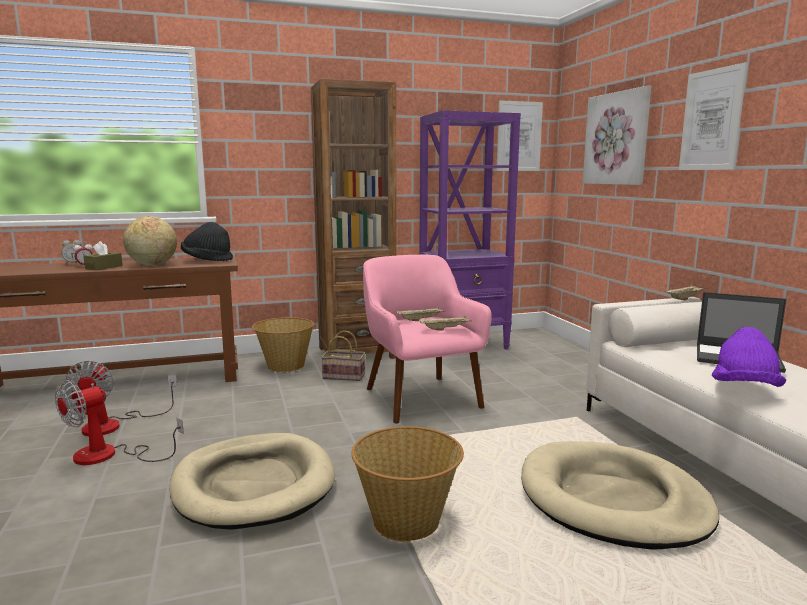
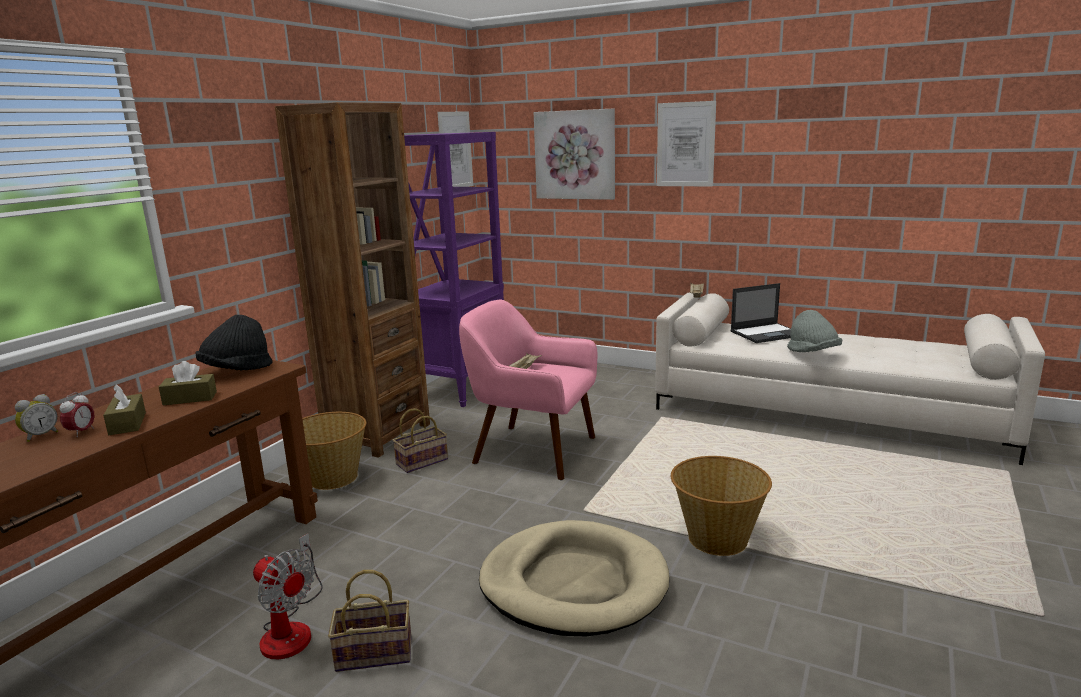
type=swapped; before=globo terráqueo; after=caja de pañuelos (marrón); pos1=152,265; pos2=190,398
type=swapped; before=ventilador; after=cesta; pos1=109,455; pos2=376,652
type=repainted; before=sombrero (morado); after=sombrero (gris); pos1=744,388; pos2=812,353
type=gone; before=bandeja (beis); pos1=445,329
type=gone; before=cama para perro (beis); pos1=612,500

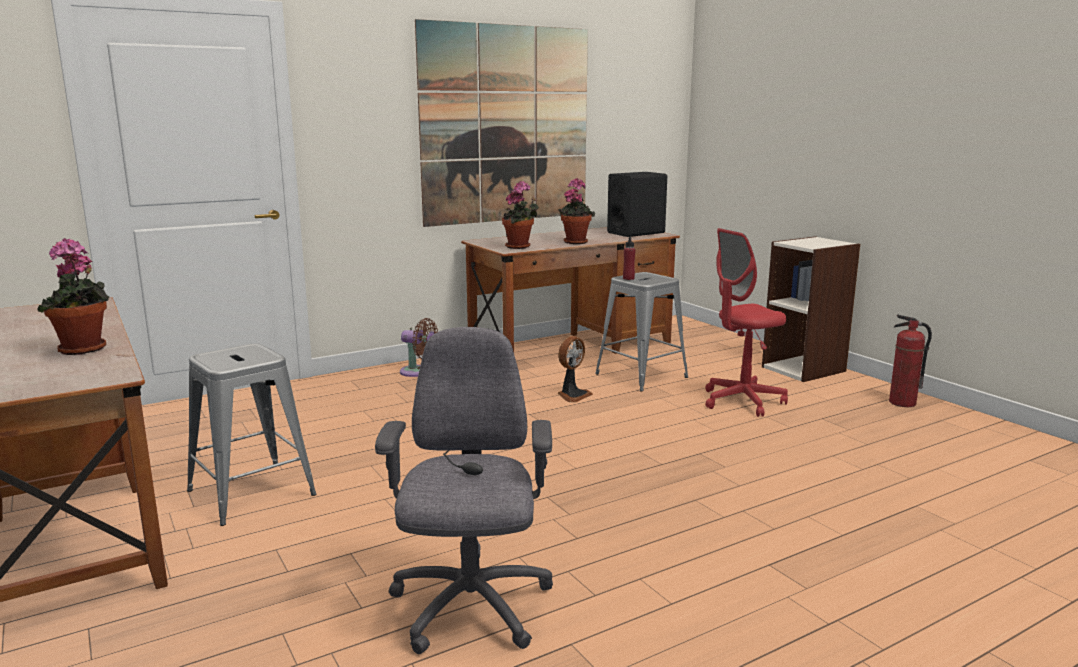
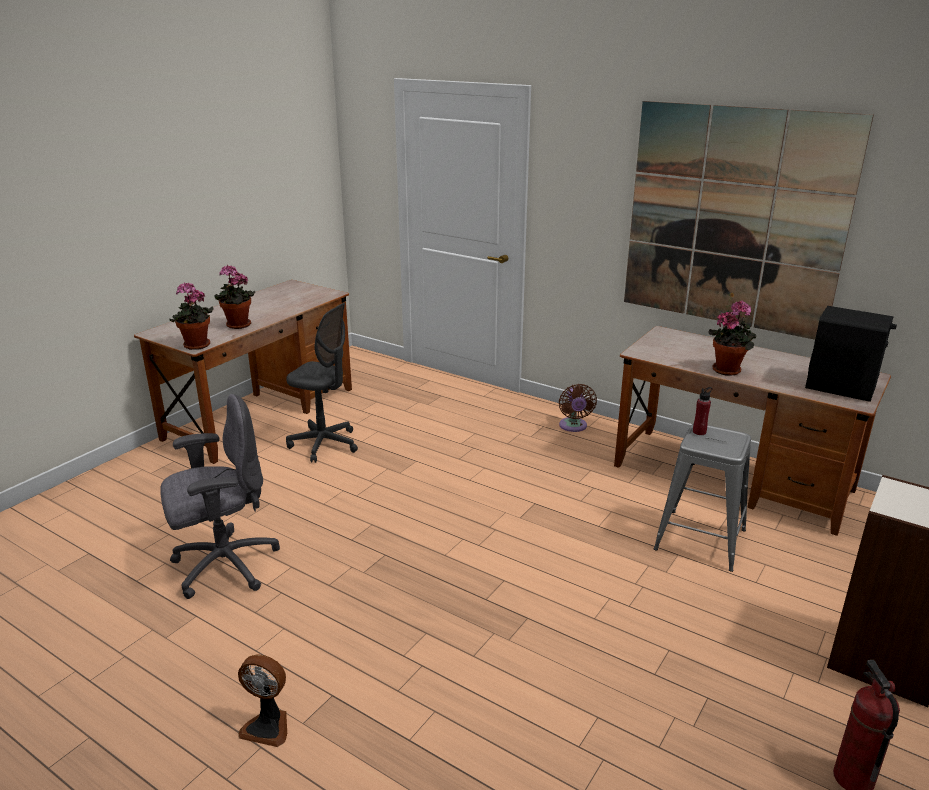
type=shifted; before=planta en maceta; pos1=520,247; pos2=196,346
type=shifted; before=ventilador; pos1=572,395; pos2=268,726
type=swapped; before=taburete (gris); after=silla de oficina (gris); pos1=251,493; pos2=324,444
type=gone; before=silla de oficina (rojo); pos1=742,401

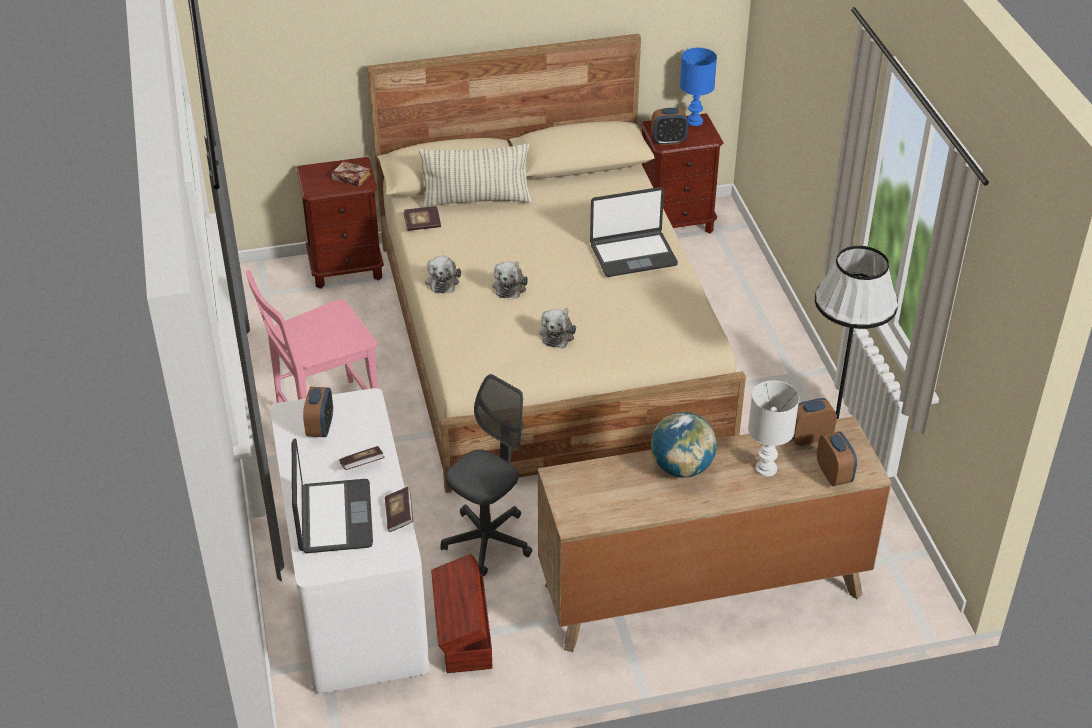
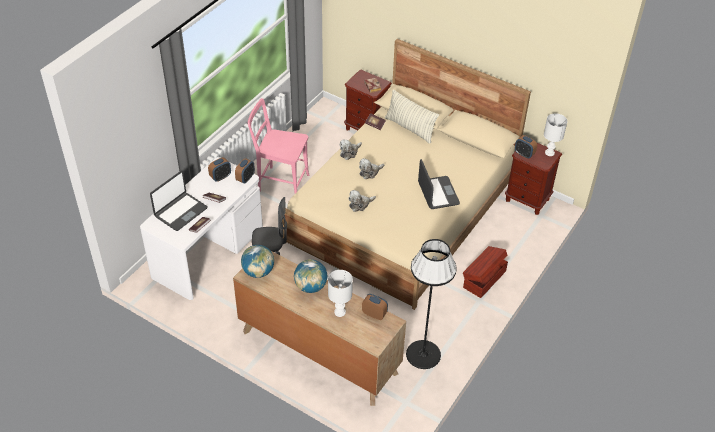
type=shifted; before=despertador; pos1=834,475; pos2=245,178
type=new; after=globo terráqueo; pos2=258,272
type=rotated; before=portátil; pos1=633,254; pos2=437,193; turn=-135
type=shifted; before=caja de almacenaje (marrón); pos1=463,633; pos2=483,279
type=repainted; before=lámpara de mesa (azul); after=lámpara de mesa (blanco); pos1=695,121; pos2=550,153

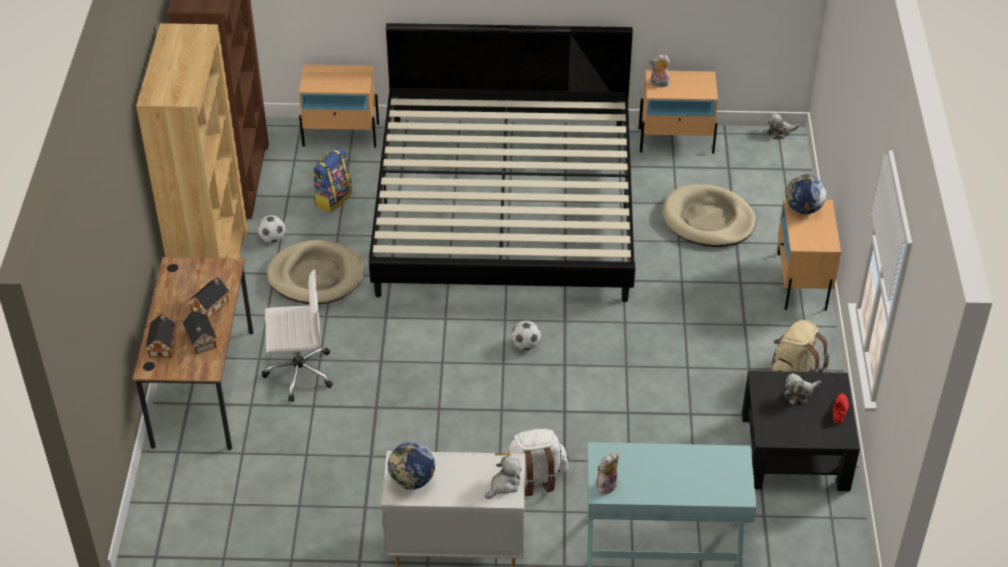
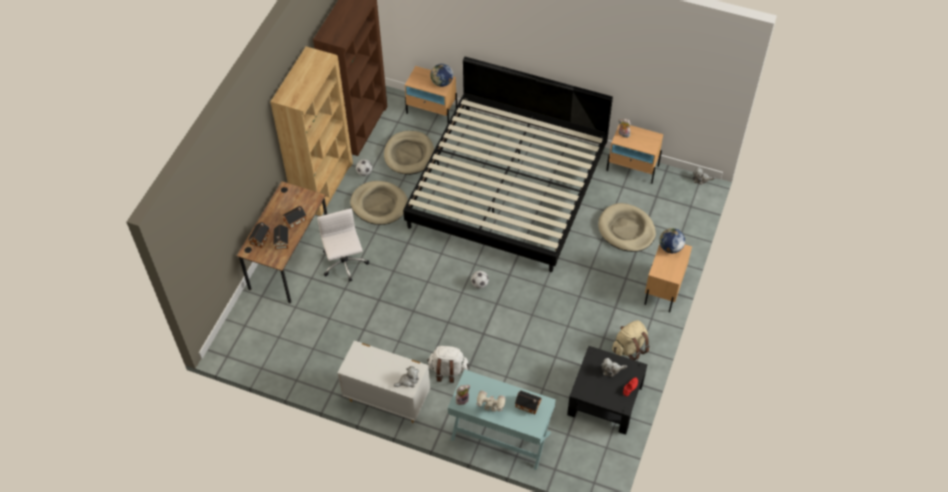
type=rotated; before=silla de oficina (blanco); pos1=298,372; pos2=345,265; turn=-120
type=swapped; before=mochila; after=cama para perro (beis); pos1=332,198; pos2=409,154
type=shifted; before=globo terráqueo; pos1=412,480; pos2=442,83
type=new; after=robot de juguete; pos2=490,409
type=new; after=casita; pos2=528,405

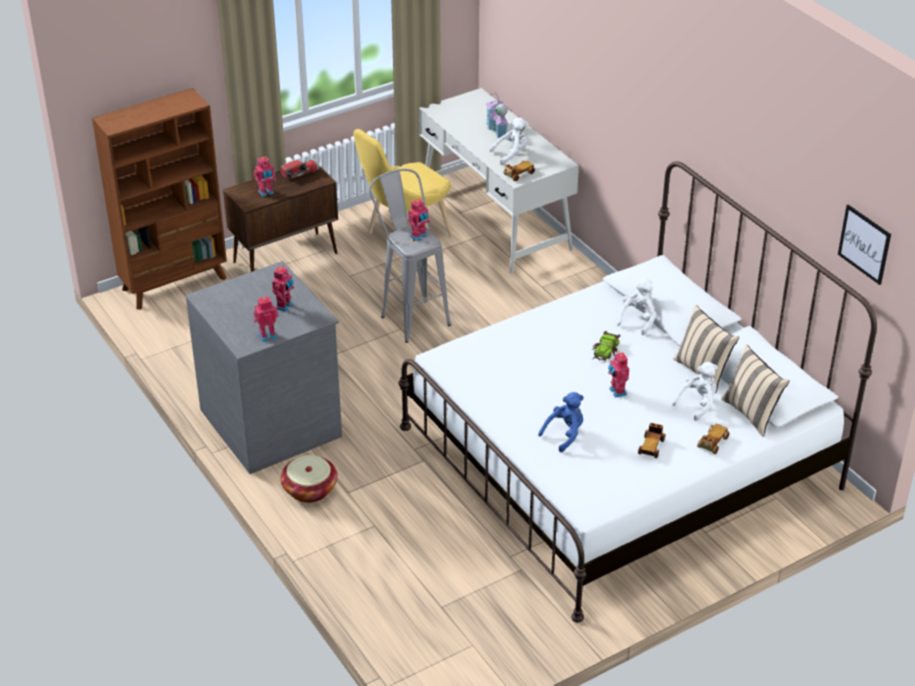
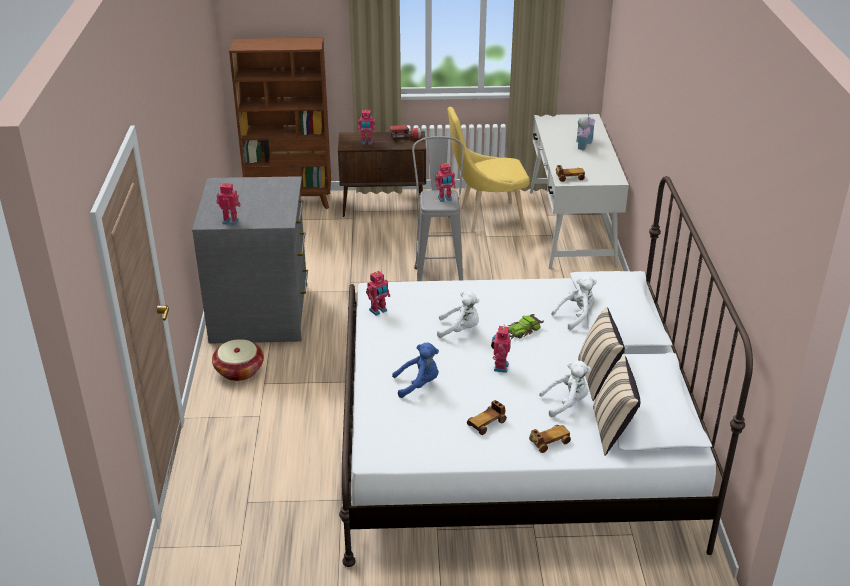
type=shifted; before=robot de juguete; pos1=284,306; pos2=378,311
type=shifted; before=peluche (blanco); pos1=511,154; pos2=460,330
type=gone; before=cuadro; pos1=864,244

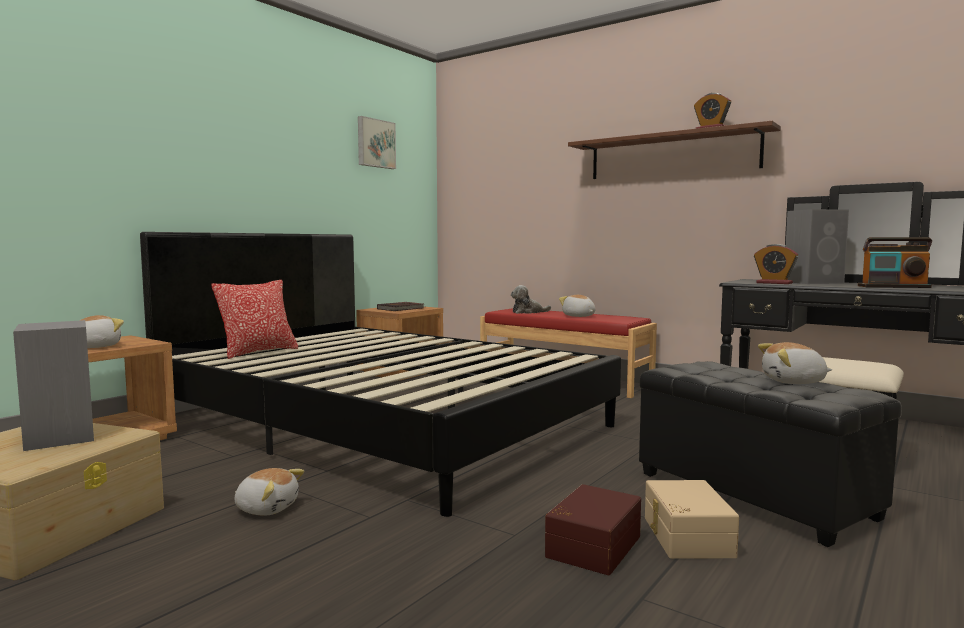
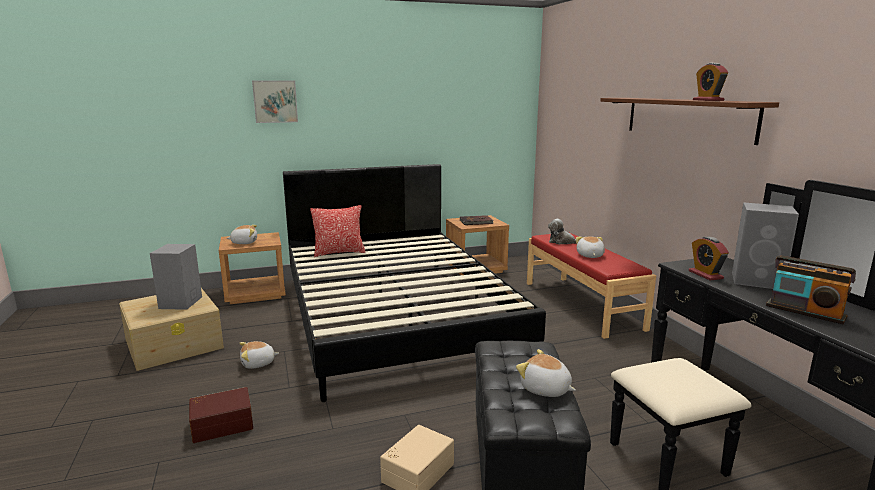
type=shifted; before=caja de almacenaje (marrón); pos1=591,546; pos2=222,424
type=rotated; before=peluche; pos1=267,508; pos2=258,363; turn=105
type=shifted; before=cuadro; pos1=375,143; pos2=275,101

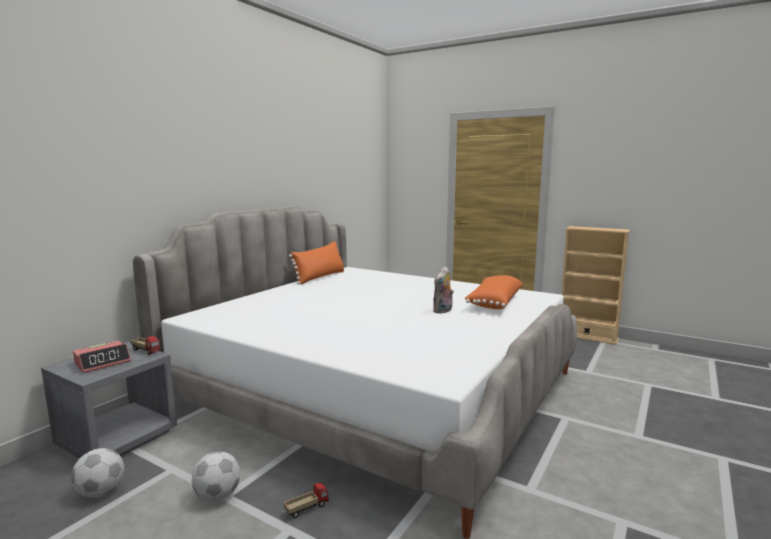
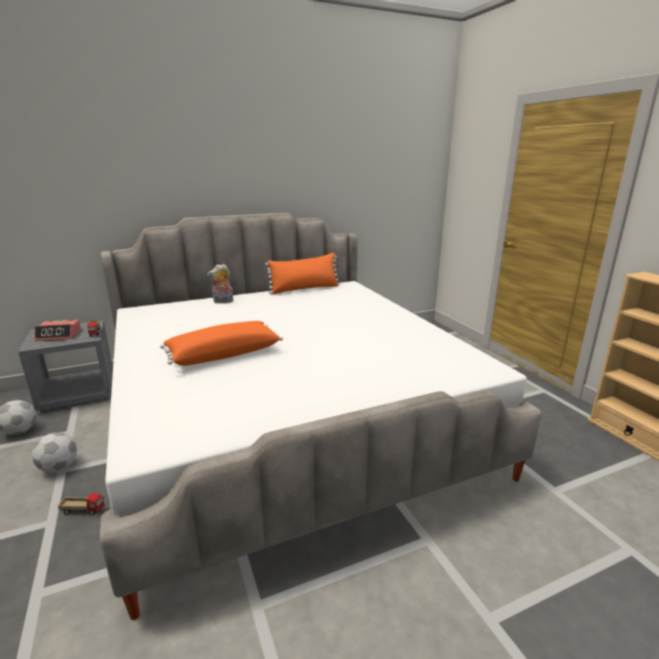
type=shifted; before=cojín (naranja); pos1=493,302; pos2=223,354
type=shifted; before=peluche; pos1=443,311; pos2=223,302

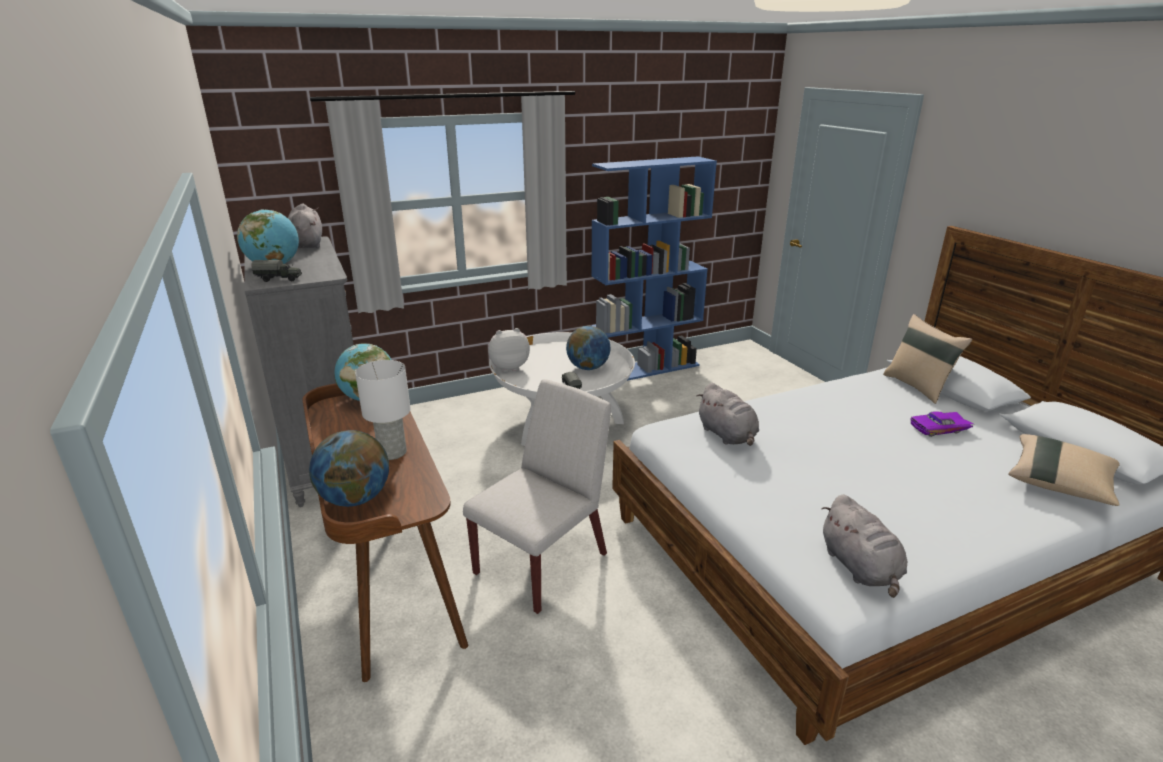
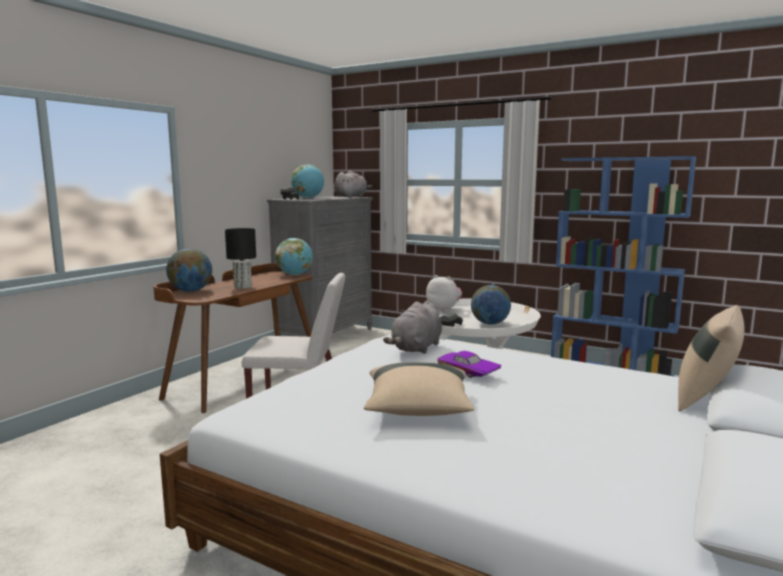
type=repainted; before=lámpara de mesa (blanco); after=lámpara de mesa (negro); pos1=391,452; pos2=242,287
type=shifted; before=cojín (beis); pos1=1059,483; pos2=418,409
type=shifted; before=coche de juguete (morado); pos1=940,429; pos2=467,372
type=gone; before=peluche (gris); pos1=860,568

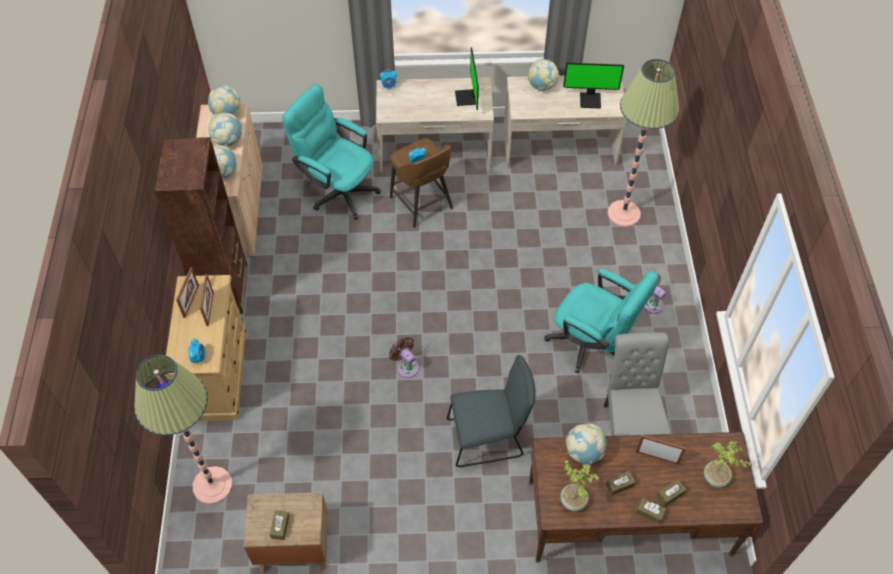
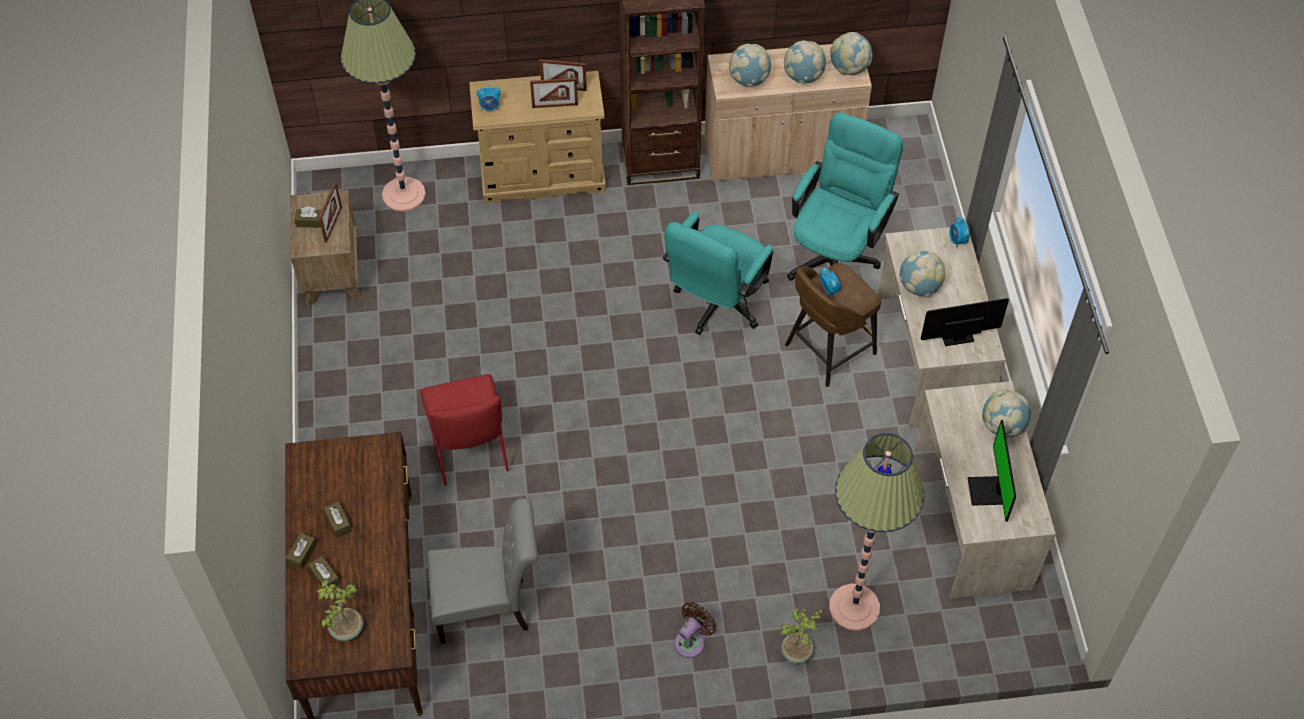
type=shifted; before=portarretratos; pos1=657,457; pos2=333,224
type=repainted; before=silla (gris); after=silla (rojo); pos1=488,437; pos2=469,450
type=shifted; before=silla de oficina (turquesa); pos1=592,345; pos2=716,305
type=shifted; before=planta en maceta; pos1=574,500; pos2=797,653
type=shifted; before=globo terráqueo; pos1=584,452; pos2=919,287
type=gone; before=ventilador (marrón); pos1=406,366

